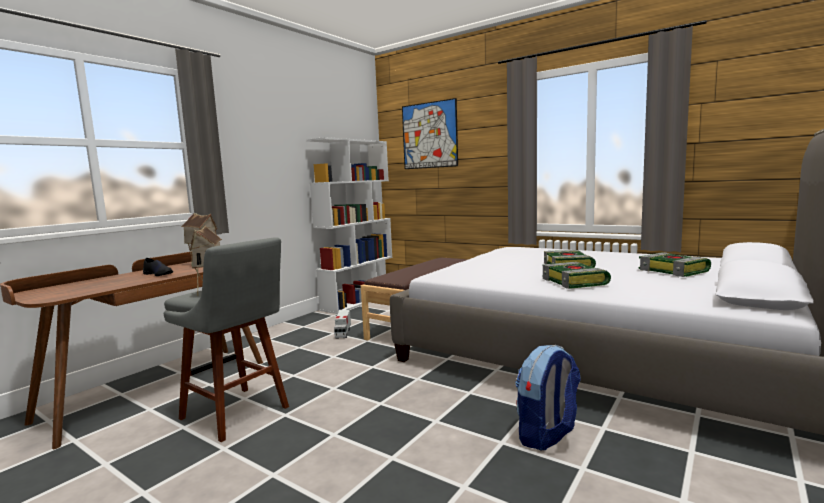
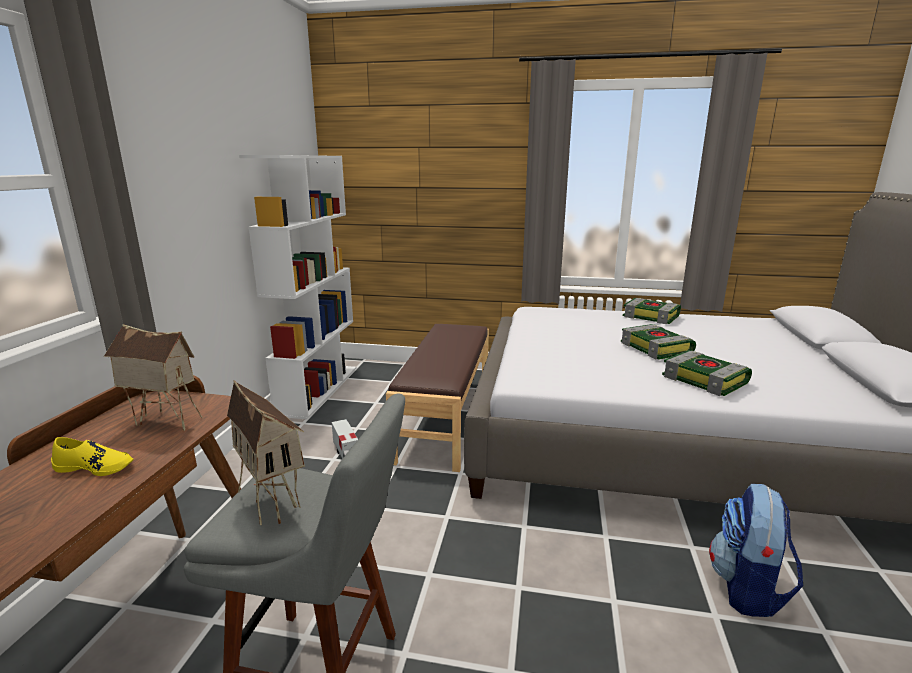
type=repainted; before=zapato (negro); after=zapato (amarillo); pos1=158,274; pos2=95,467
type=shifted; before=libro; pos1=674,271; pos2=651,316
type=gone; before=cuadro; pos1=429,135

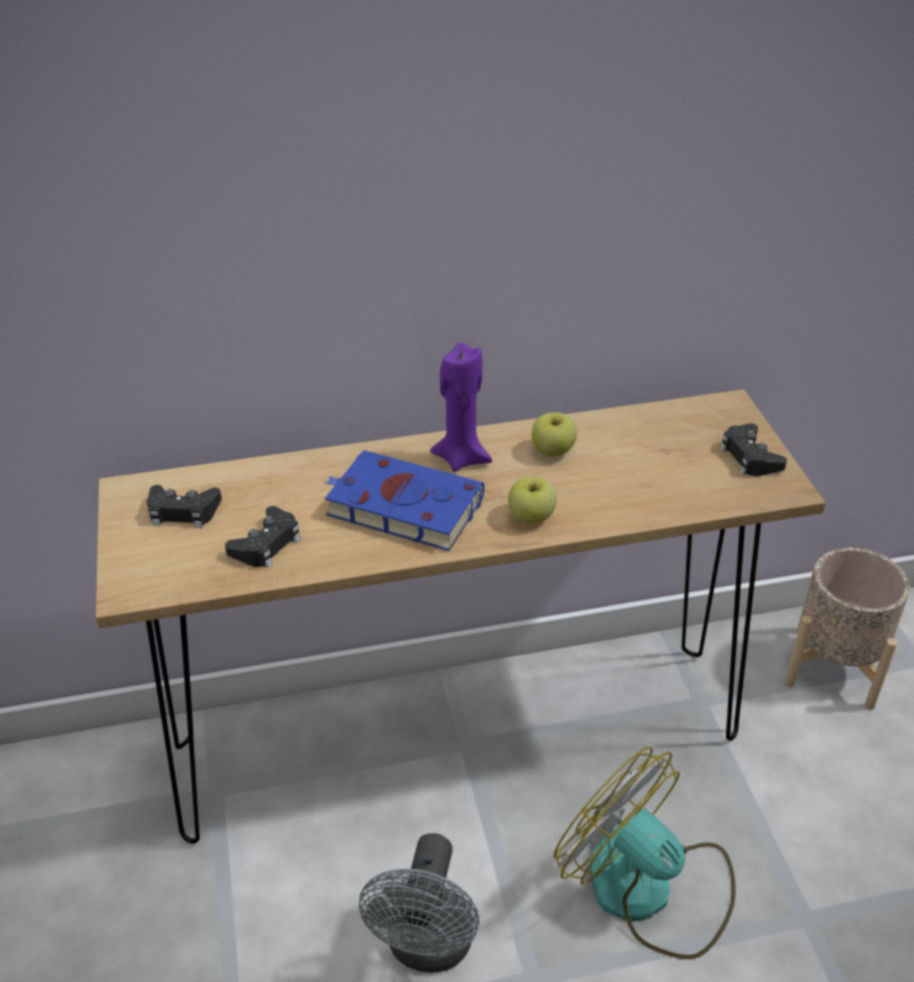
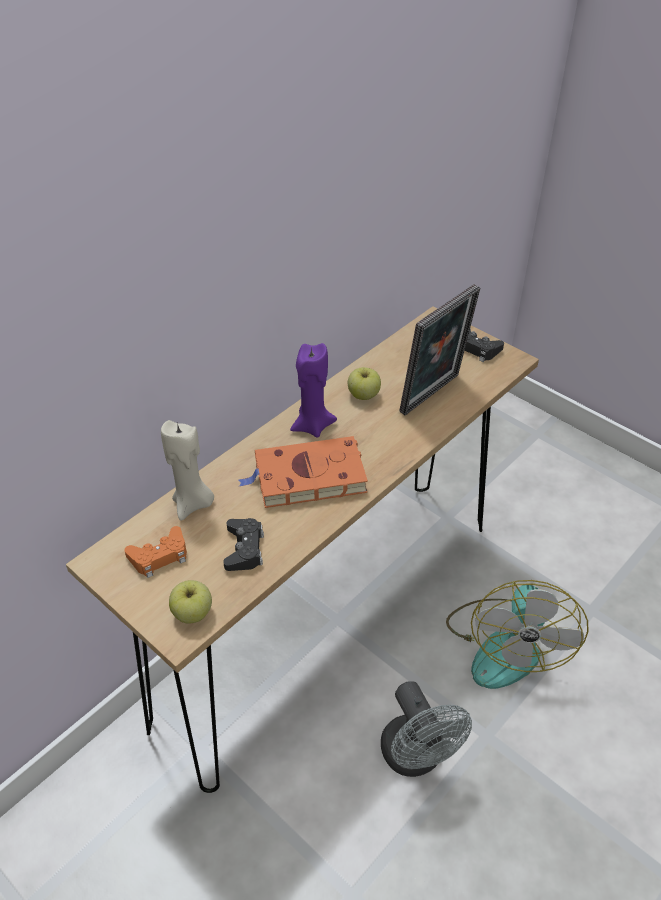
type=repainted; before=mando de consola (negro); after=mando de consola (naranja); pos1=183,512; pos2=159,556
type=new; after=vela (beis); pos2=193,504
type=shifted; before=manzana; pos1=531,517; pos2=193,613
type=repainted; before=libro (azul); after=libro (naranja); pos1=401,506; pos2=306,477
type=new; after=portarretratos; pos2=433,396
type=rotated; before=ventilador; pos1=648,889; pos2=505,644; turn=-90
type=gone; before=maceta (beis); pos1=833,666

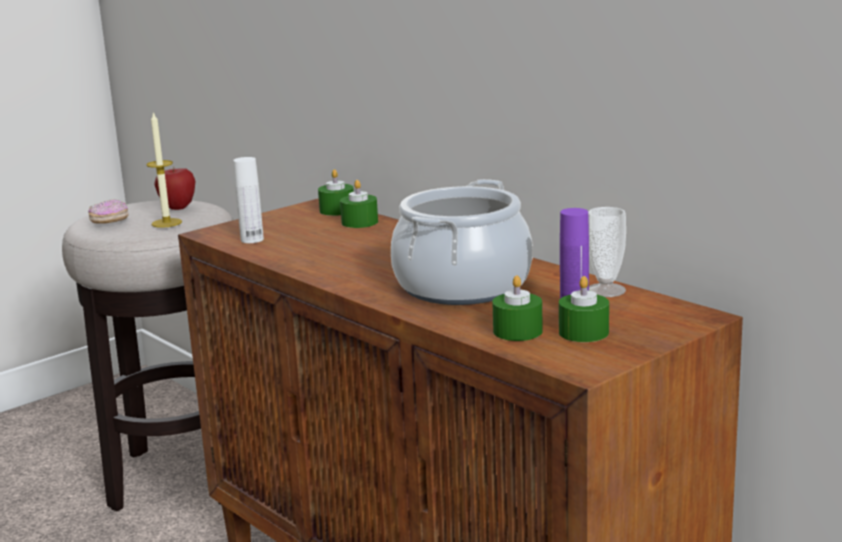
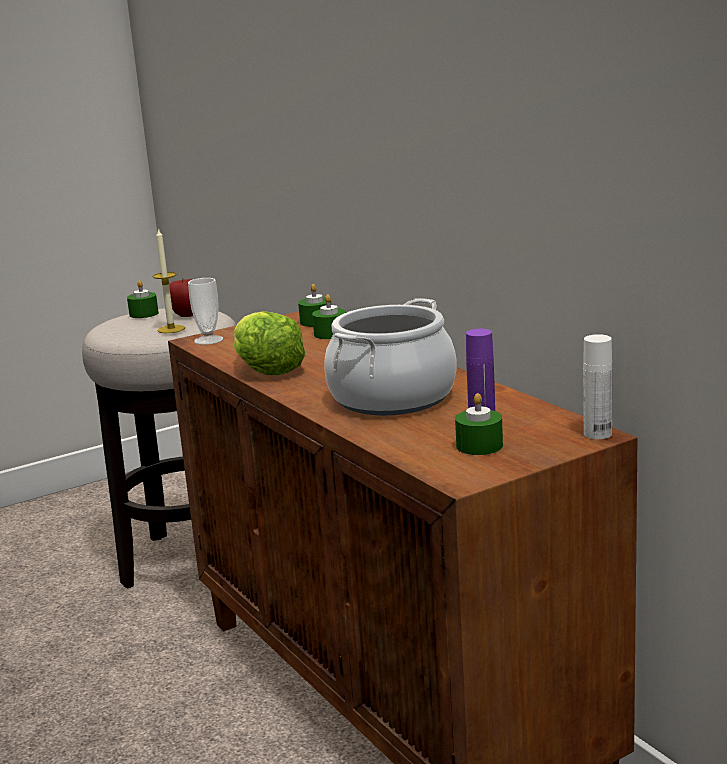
type=shifted; before=vela (verde); pos1=517,331; pos2=144,314
type=shifted; before=taza; pos1=606,290; pos2=208,340
type=new; after=lechuga; pos2=266,369
type=shifted; before=botella (blanco); pos1=252,240; pos2=597,434
type=gone; before=rosquilla; pos1=110,221

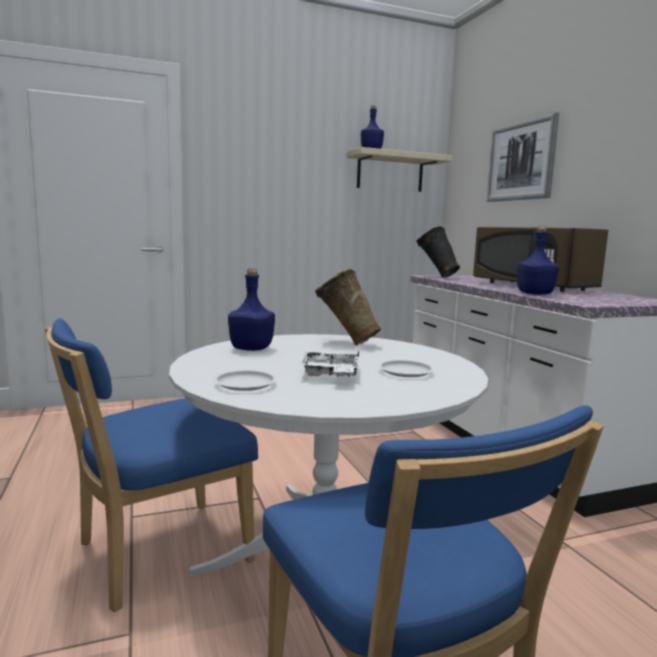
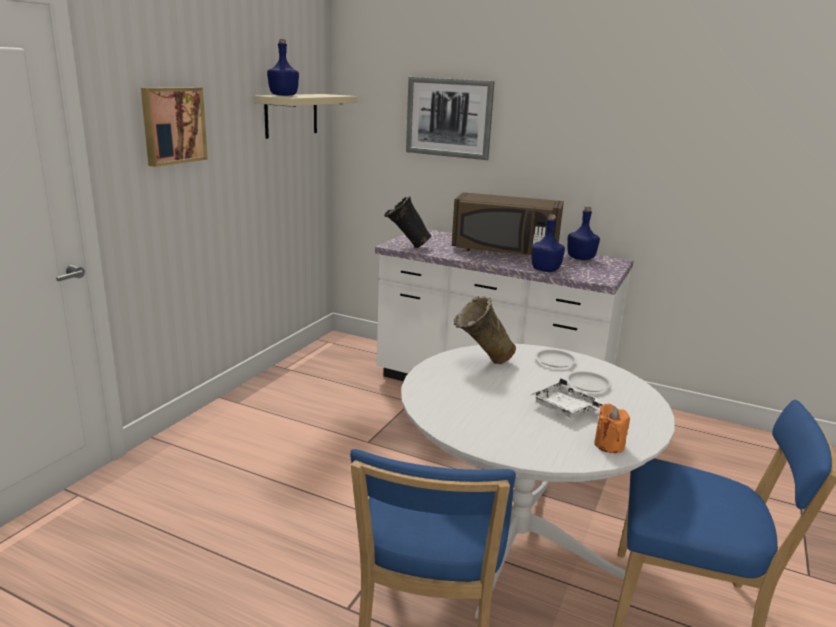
type=new; after=cuadro; pos2=172,125
type=shifted; before=plato (blanco); pos1=245,384; pos2=555,361
type=shifted; before=botella (azul); pos1=251,349; pos2=581,258
type=new; after=vela (naranja); pos2=609,445

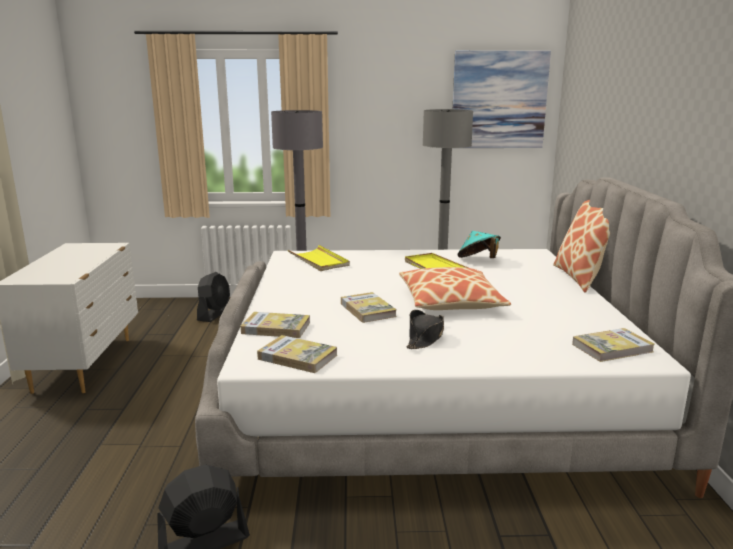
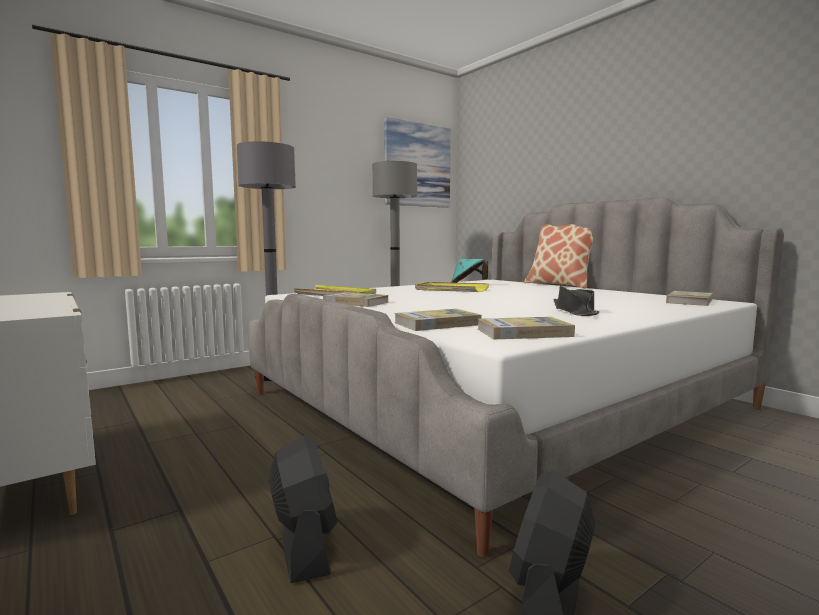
type=shifted; before=ventilador (negro); pos1=214,314; pos2=304,545
type=shifted; before=libro; pos1=367,310; pos2=355,302
type=gone; before=cojín; pos1=450,301

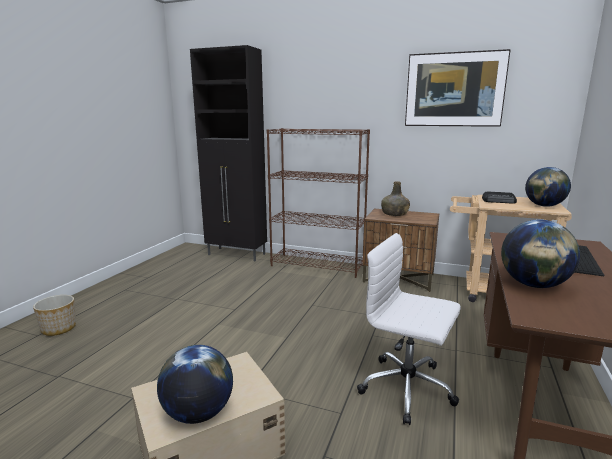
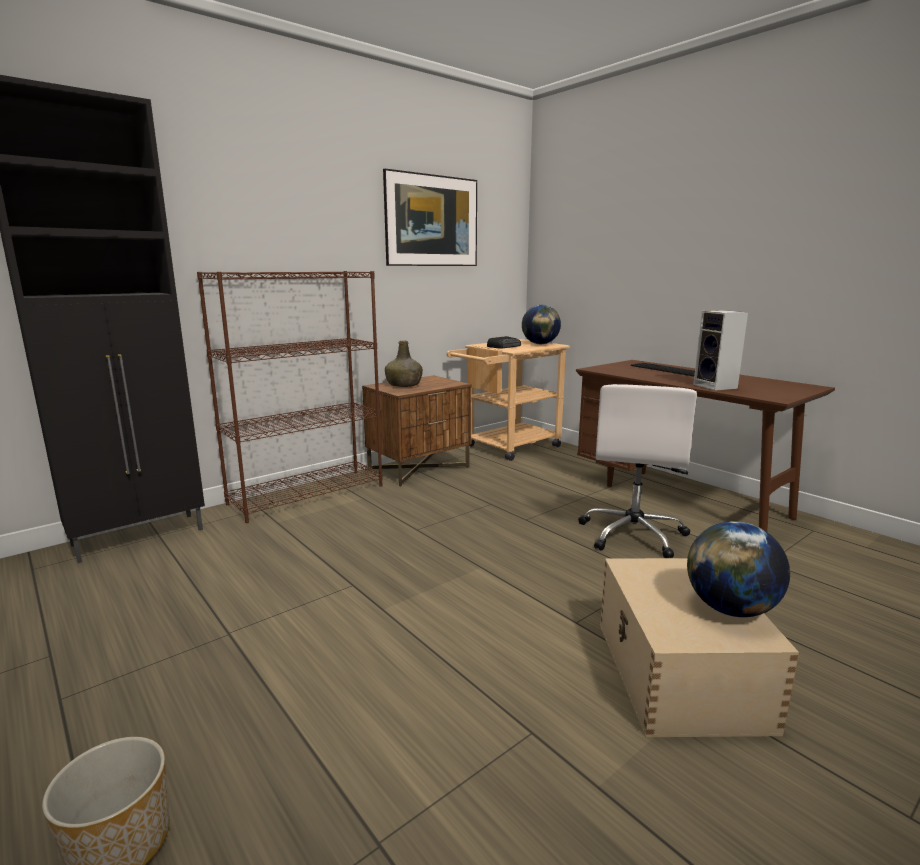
type=rotated; before=silla de oficina (blanco); pos1=408,389; pos2=633,534; turn=-45
type=swapped; before=globo terráqueo; after=altavoz; pos1=533,285; pos2=716,386

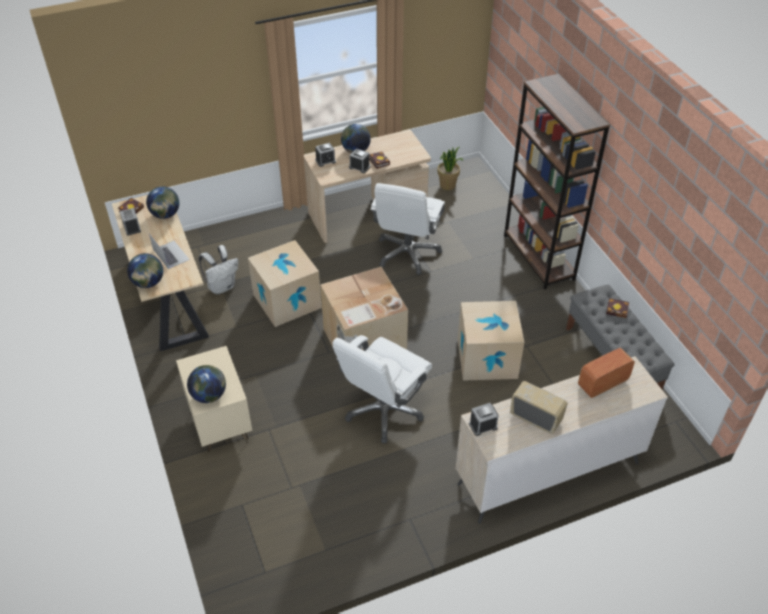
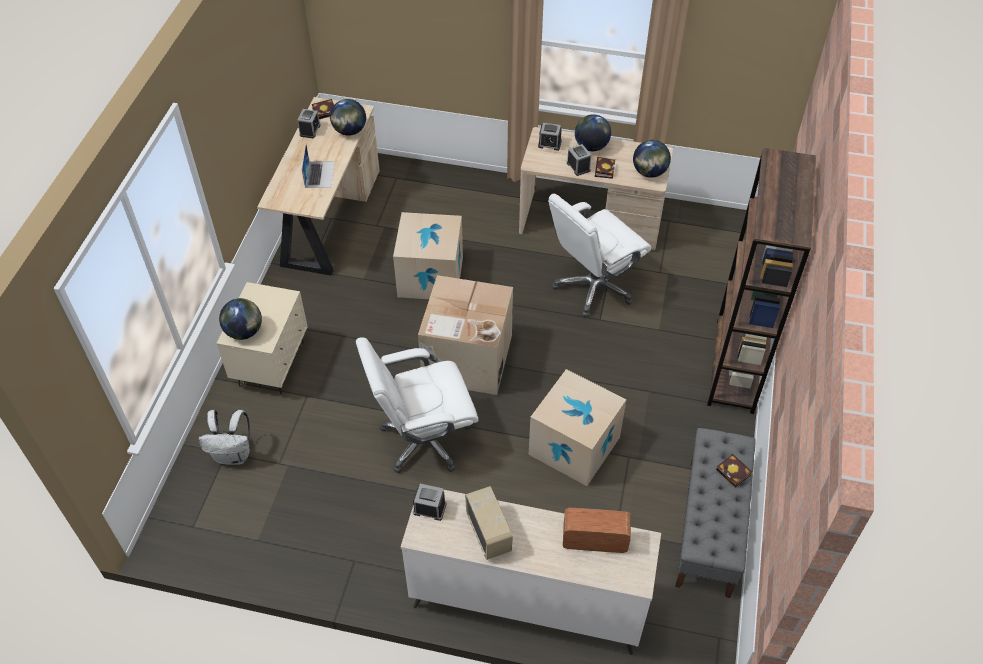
type=shifted; before=mochila (blanco); pos1=222,286; pos2=234,455
type=shifted; before=globo terráqueo; pos1=148,283; pos2=649,172
type=gone; before=planta en maceta; pos1=448,185

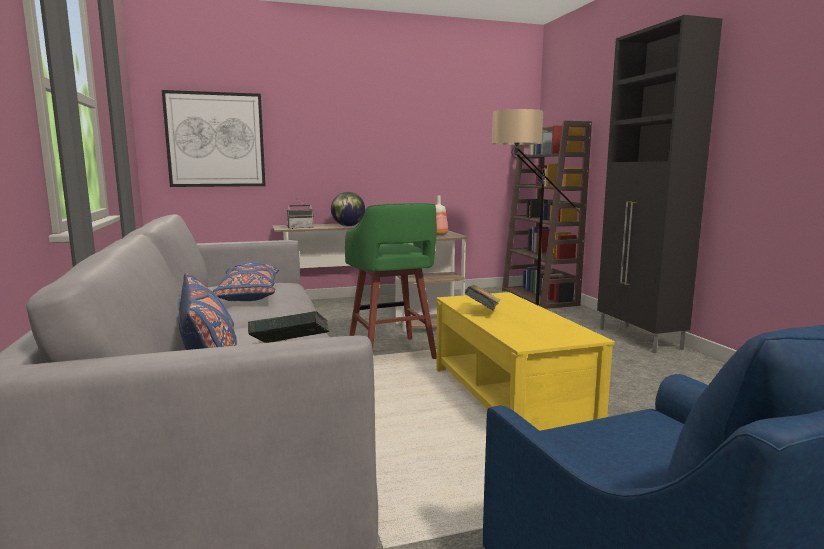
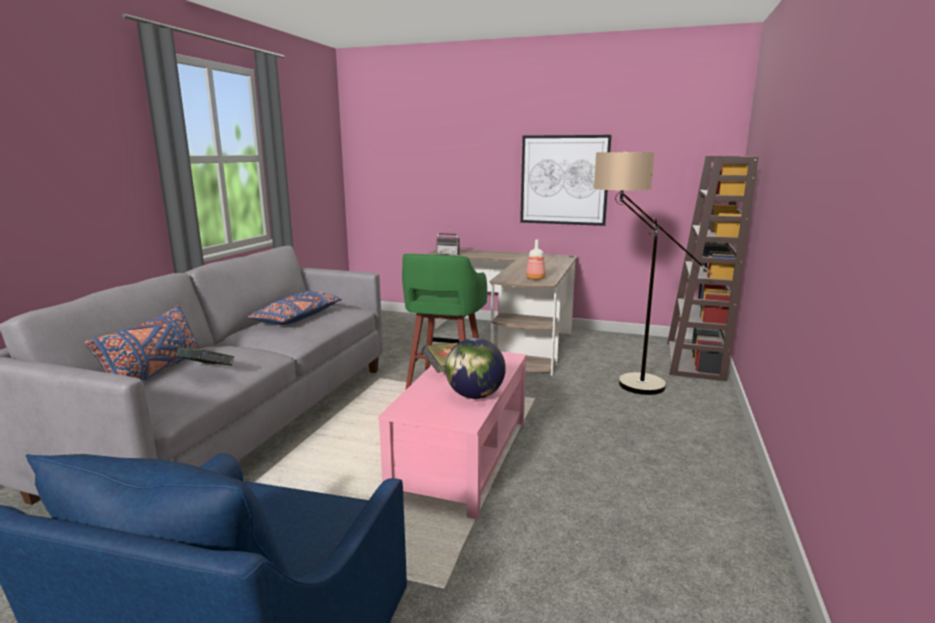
type=repainted; before=mesa de centro (amarillo); after=mesa de centro (rosa); pos1=507,398; pos2=460,456
type=shifted; before=globo terráqueo; pos1=348,226; pos2=475,396
type=shifted; before=cuadro; pos1=215,140; pos2=564,180
type=gone; before=armario (negro); pos1=639,339

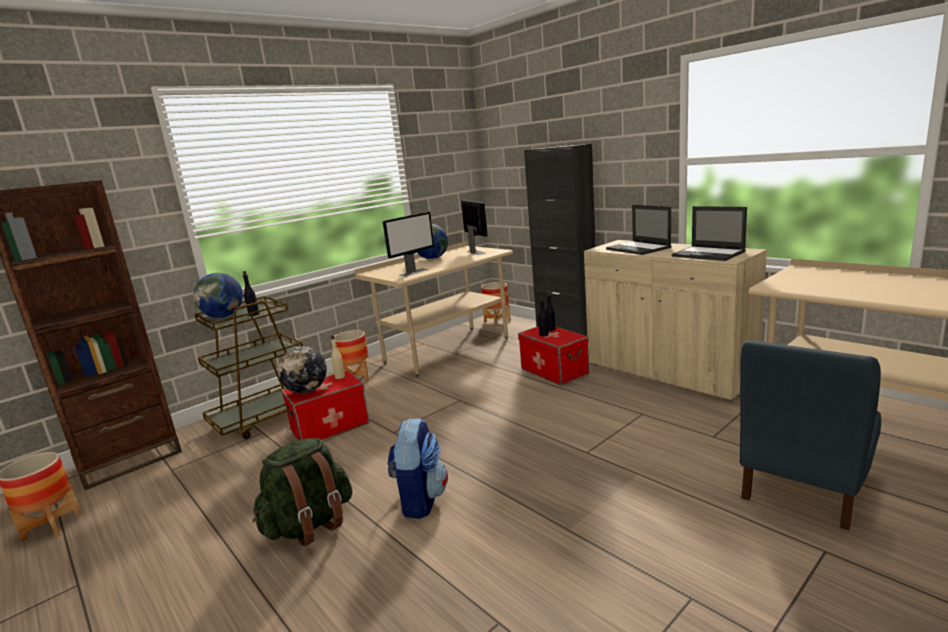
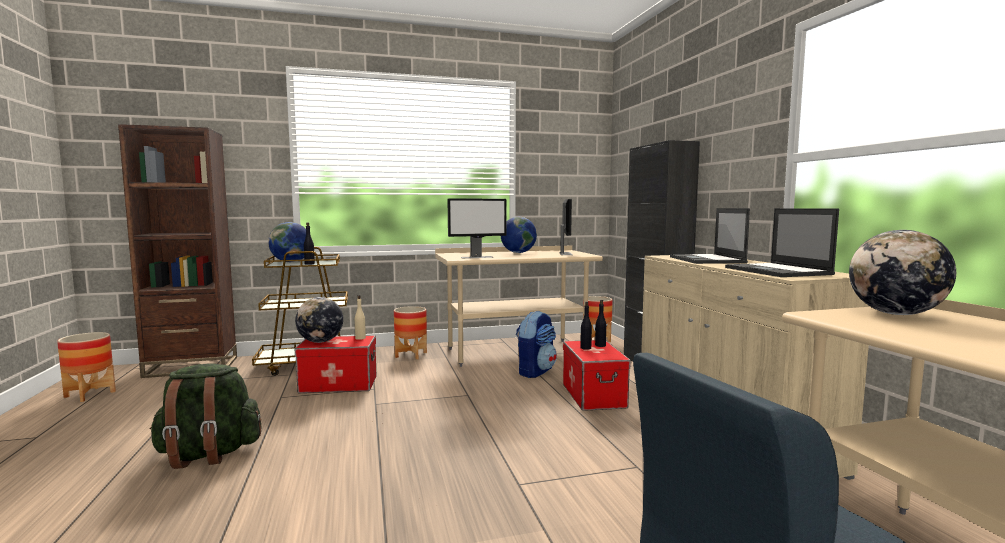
type=shifted; before=mochila; pos1=420,499; pos2=535,371
type=new; after=globo terráqueo; pos2=896,314

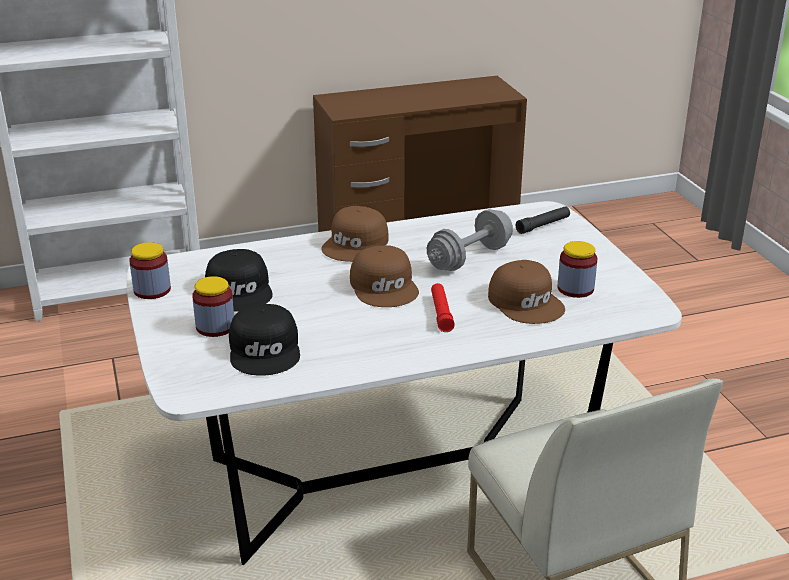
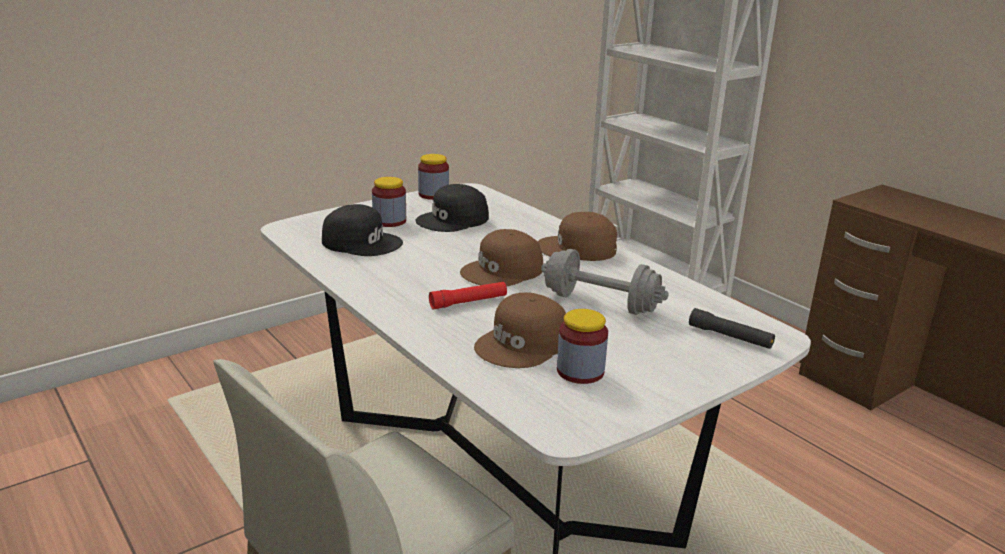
type=rotated; before=gorra (negro); pos1=266,350; pos2=362,242; turn=-135

